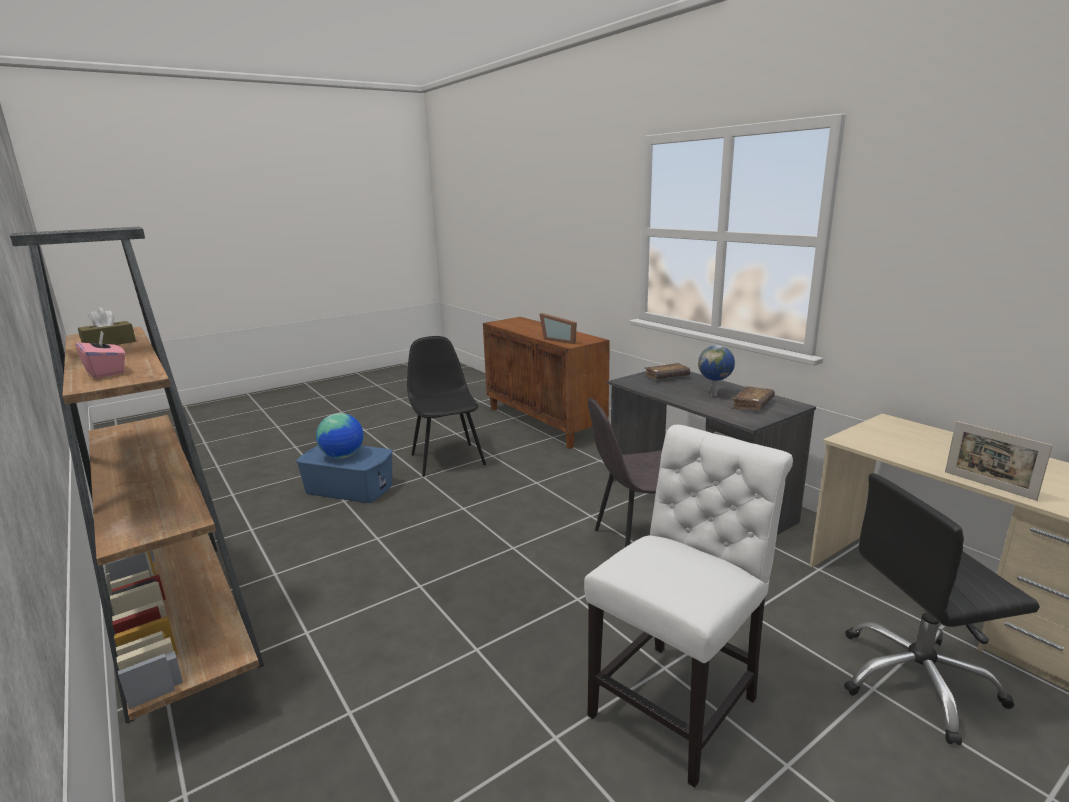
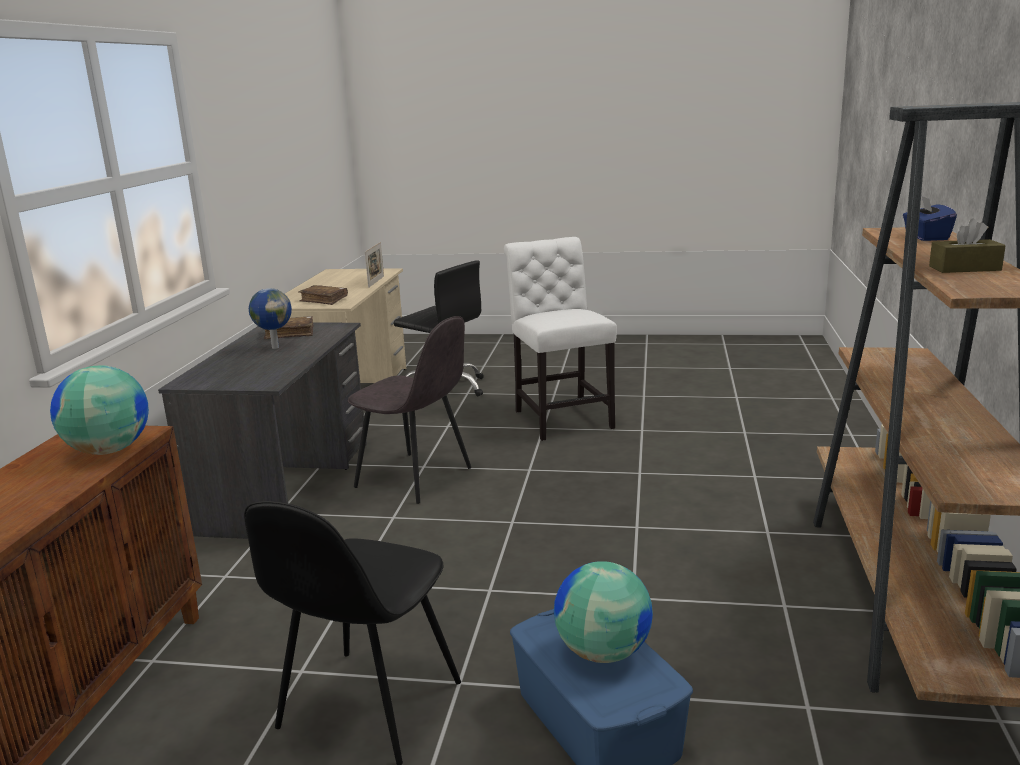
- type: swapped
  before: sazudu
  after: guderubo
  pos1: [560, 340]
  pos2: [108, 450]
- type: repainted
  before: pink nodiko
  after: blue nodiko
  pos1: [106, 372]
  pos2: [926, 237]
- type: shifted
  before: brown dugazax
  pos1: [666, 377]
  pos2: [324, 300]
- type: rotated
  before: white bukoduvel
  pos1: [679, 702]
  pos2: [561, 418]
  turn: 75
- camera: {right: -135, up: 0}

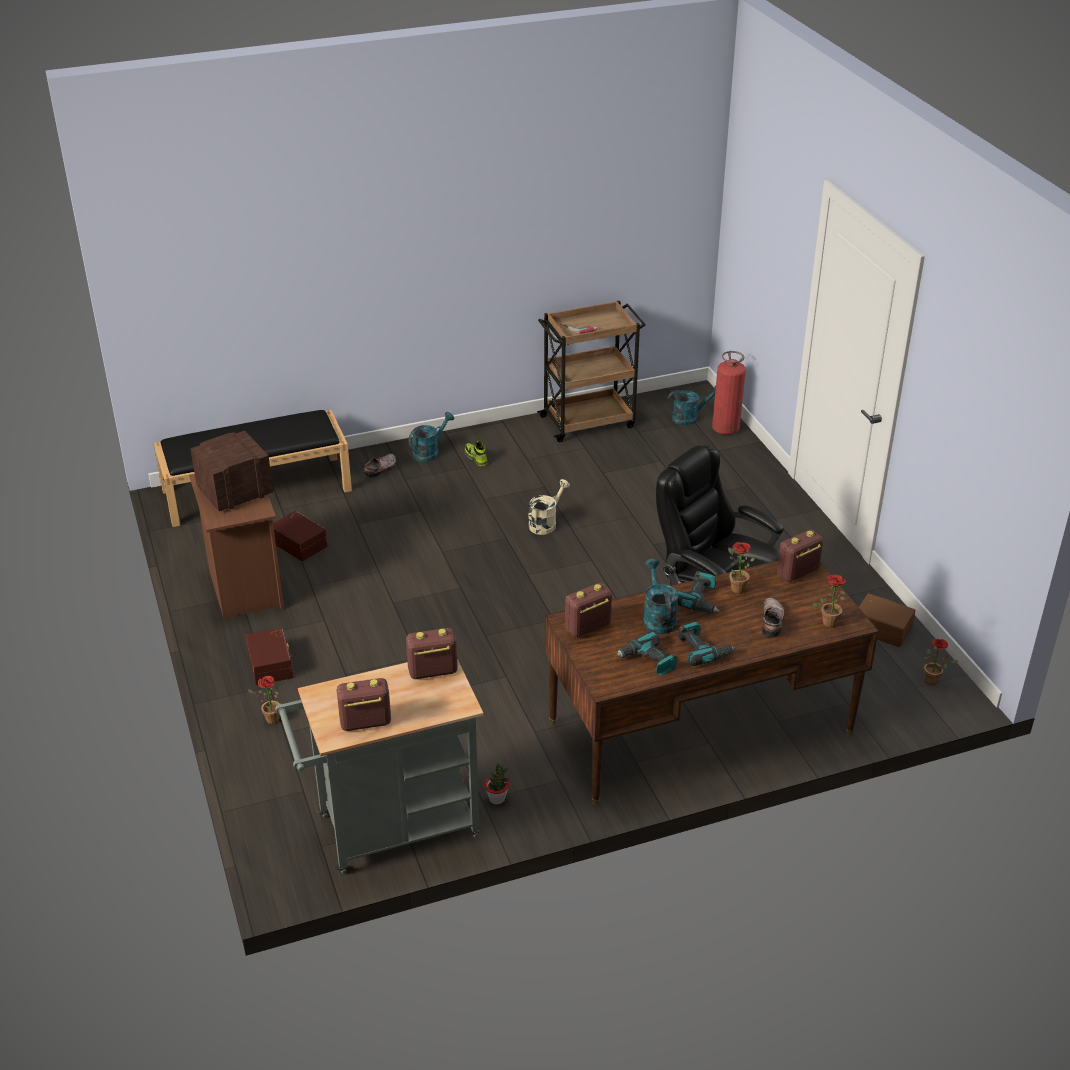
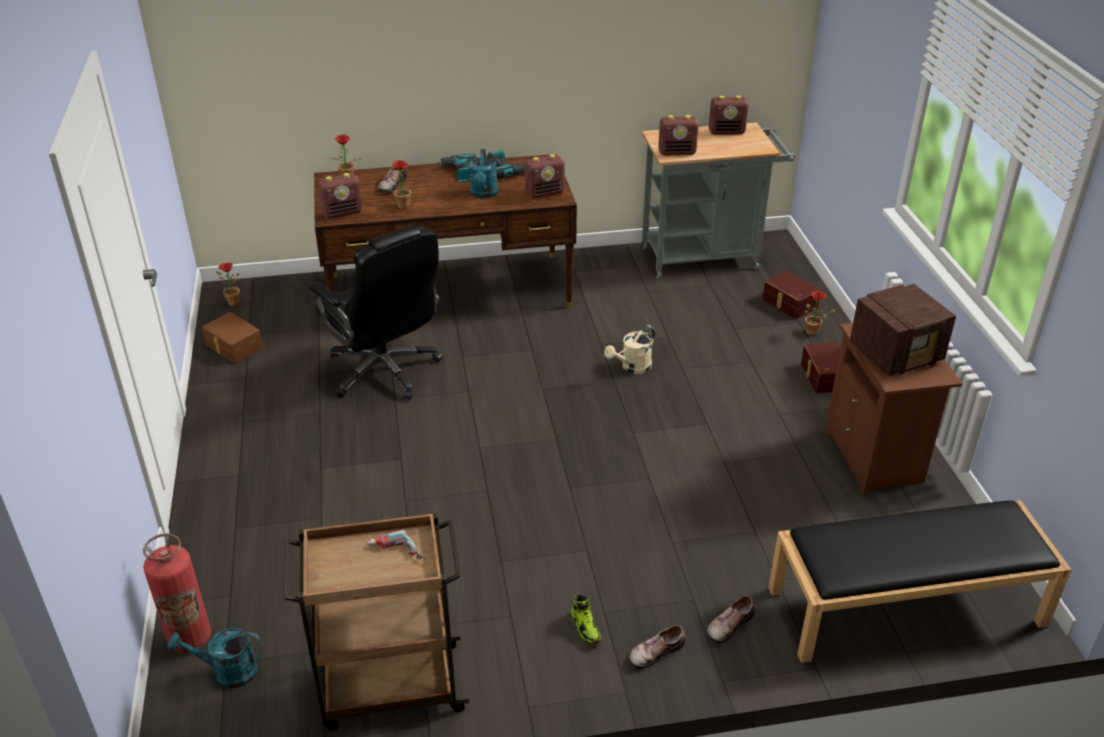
- type: swapped
  before: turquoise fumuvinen
  after: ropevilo
  pos1: [429, 452]
  pos2: [655, 651]
- type: shifted
  before: beige fumuvinen
  pos1: [545, 523]
  pos2: [632, 368]
- type: shifted
  before: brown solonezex
  pos1: [300, 543]
  pos2: [789, 304]
- type: gone
  before: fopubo
  pos1: [701, 600]
- type: gone
  before: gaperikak
  pos1: [497, 799]
- camera: {right: -170, up: 0}

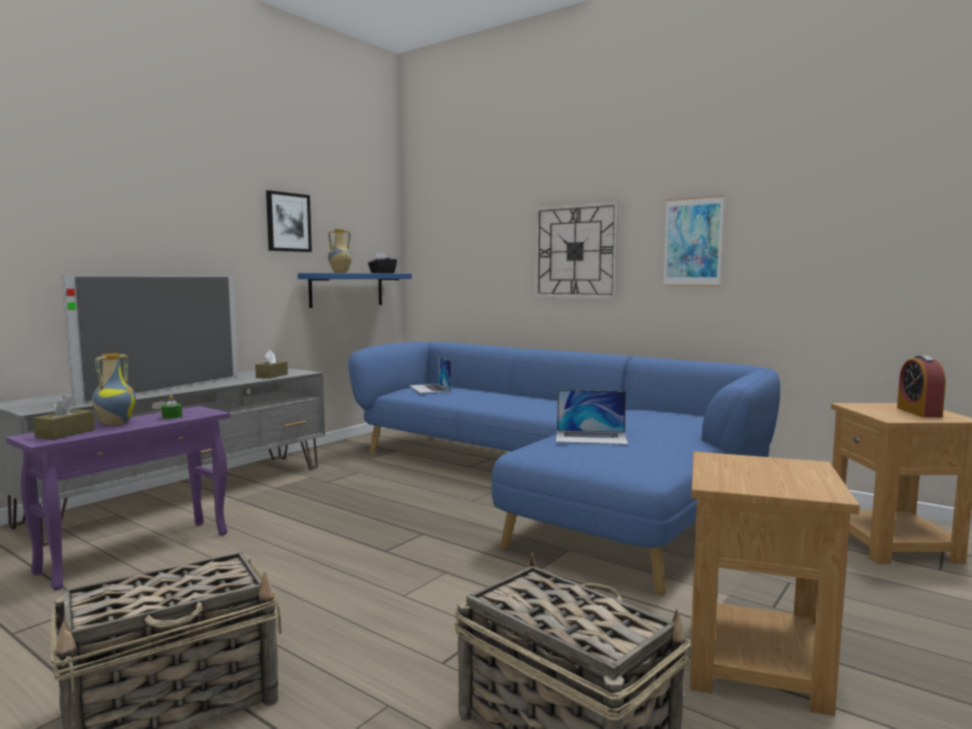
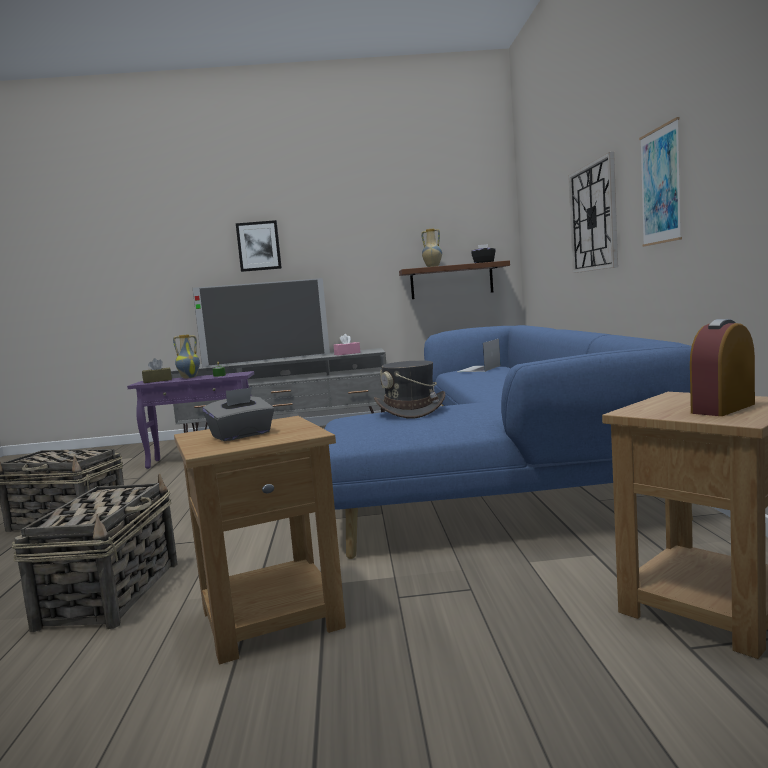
- type: shifted
  before: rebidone
  pos1: [288, 222]
  pos2: [259, 246]
- type: repainted
  before: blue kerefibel
  after: brown kerefibel
  pos1: [346, 289]
  pos2: [451, 281]
- type: repainted
  before: brown nodiko
  after: pink nodiko
  pos1: [272, 376]
  pos2: [347, 353]
- type: swapped
  before: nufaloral
  after: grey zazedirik
  pos1: [591, 437]
  pos2: [411, 411]
- type: new
  after: grey nodiko
  pos2: [242, 435]
- camera: {right: 50, up: 0}

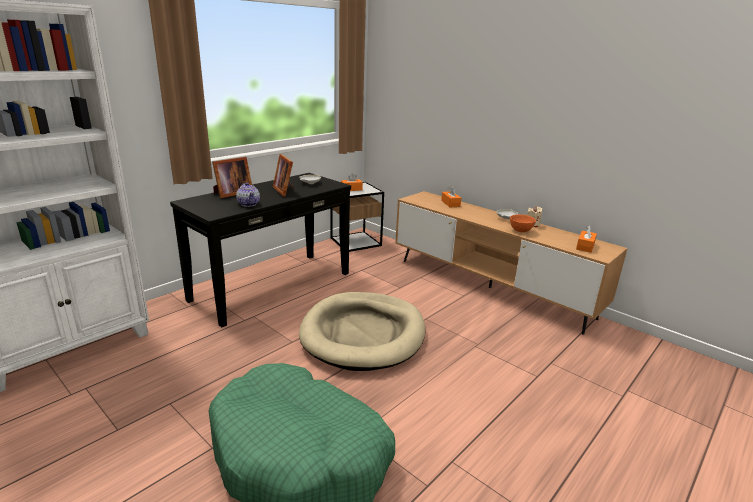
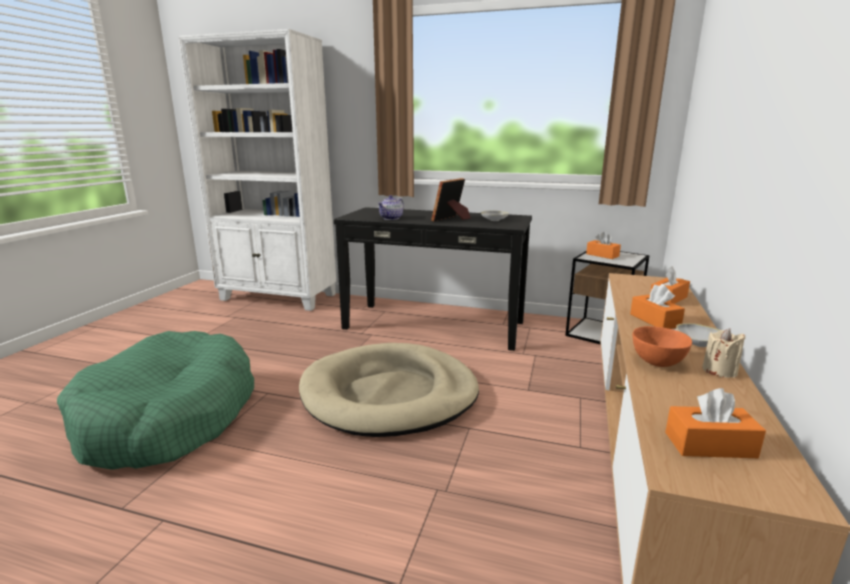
- type: gone
  before: sazudu
  pos1: [231, 193]
- type: new
  after: orange nodiko
  pos2: [655, 320]
- camera: {right: 65, up: -5}

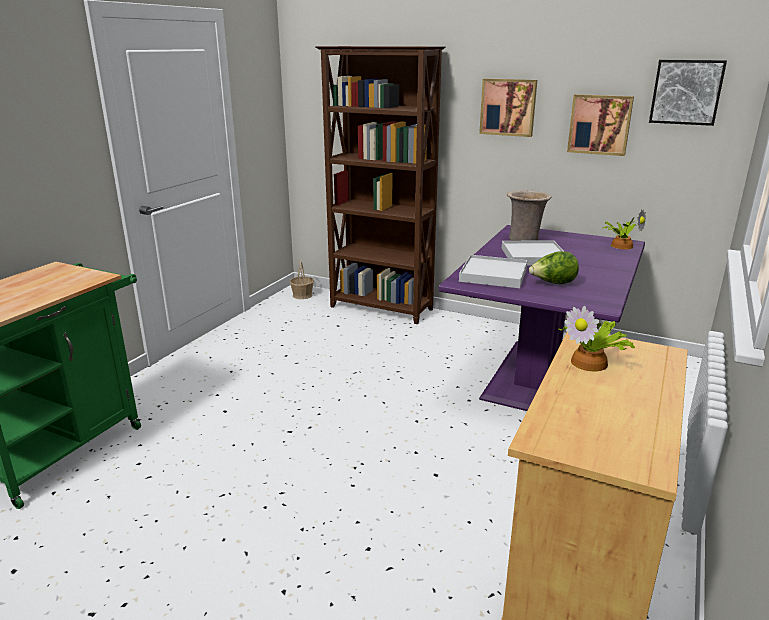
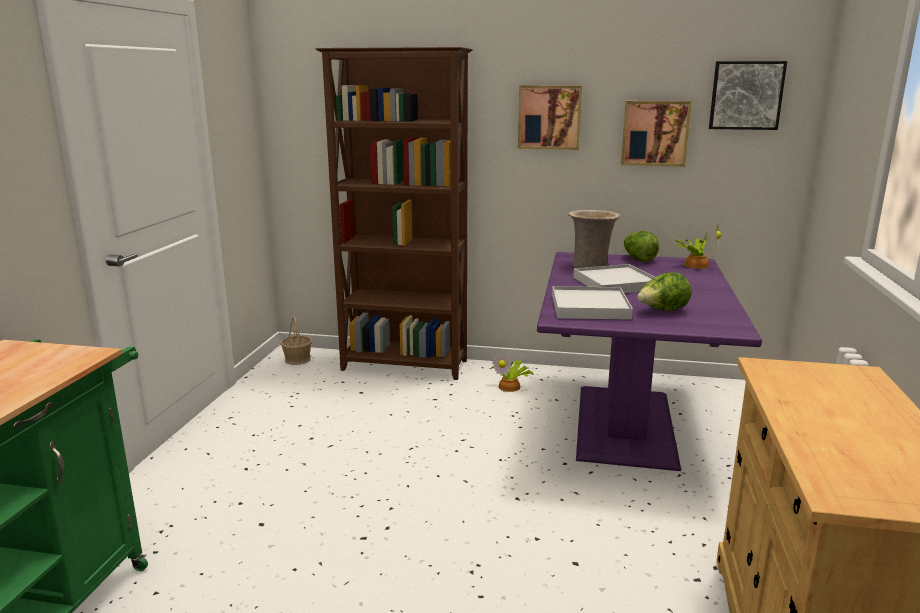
- type: shifted
  before: gaperikak
  pos1: [591, 362]
  pos2: [510, 386]
- type: new
  after: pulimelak
  pos2: [638, 260]
- camera: {right: -15, up: -5}

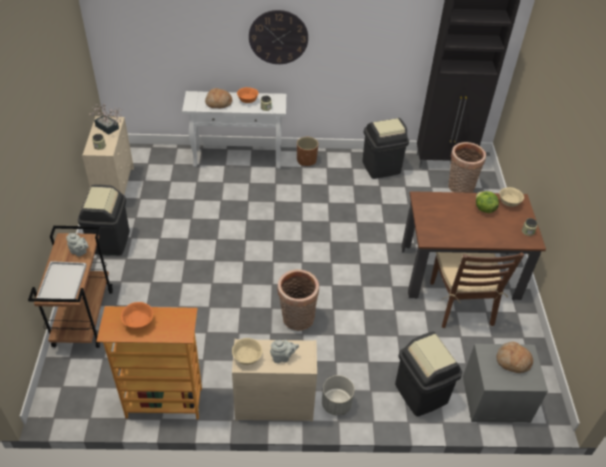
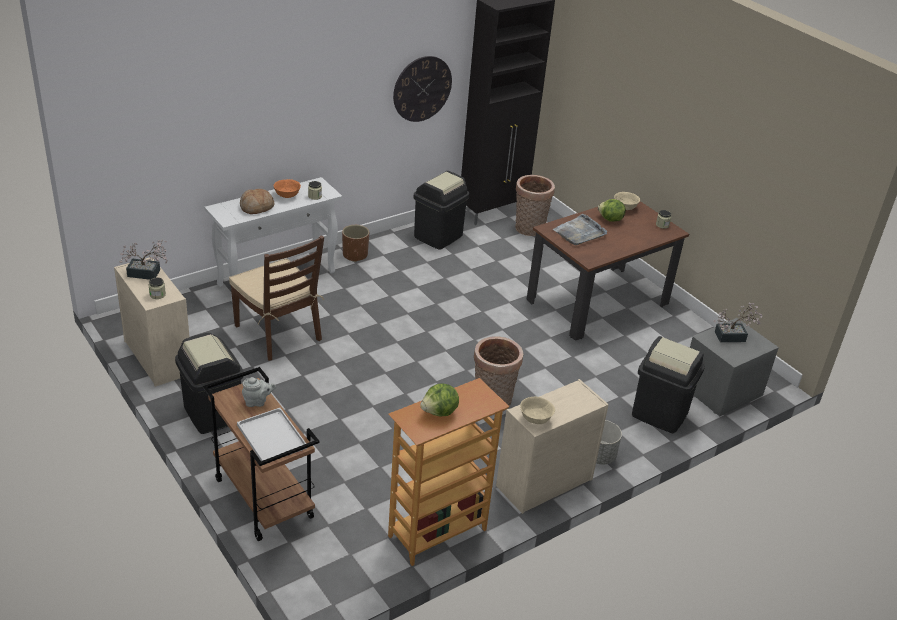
- type: shifted
  before: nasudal
  pos1: [278, 37]
  pos2: [422, 88]
- type: shifted
  before: brown bukoduvel
  pos1: [461, 304]
  pos2: [278, 333]
- type: swapped
  before: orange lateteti
  after: pulimelak
  pos1: [139, 323]
  pos2: [439, 412]
- type: gone
  before: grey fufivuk
  pos1: [282, 357]
- type: swapped
  before: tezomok
  after: gaperikak
  pos1: [513, 361]
  pos2: [733, 337]
- type: new
  after: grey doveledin
  pos2: [579, 232]
- camera: {right: -35, up: -10}

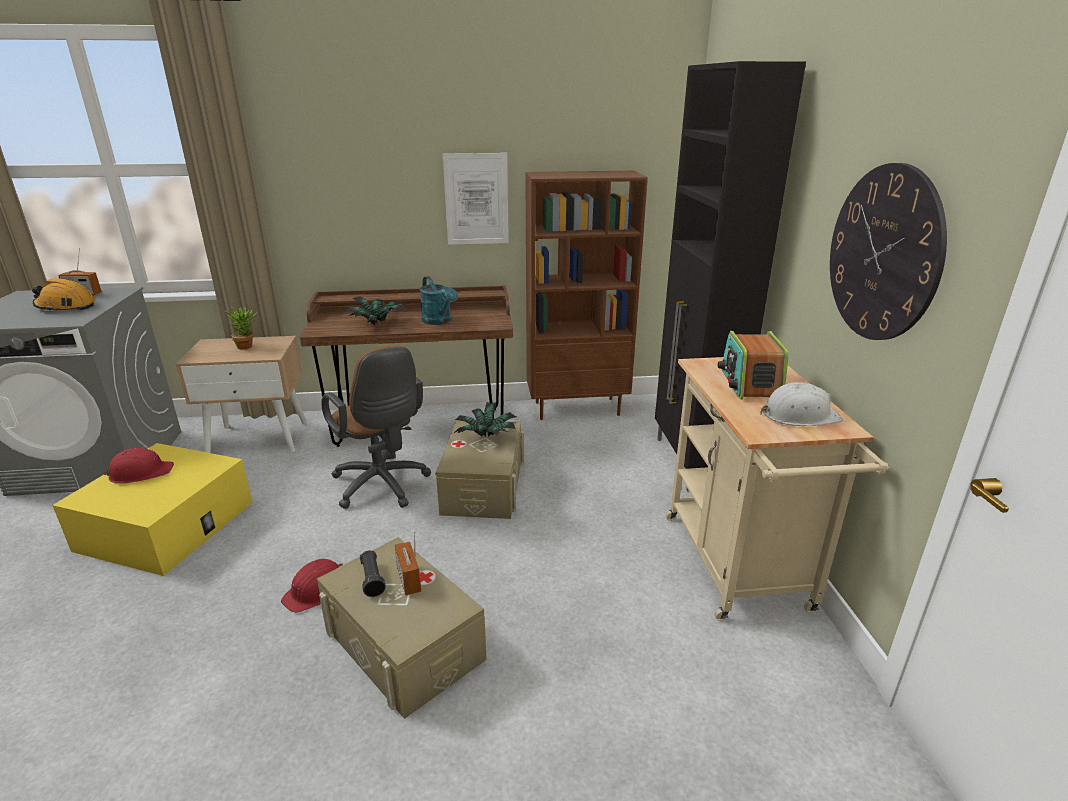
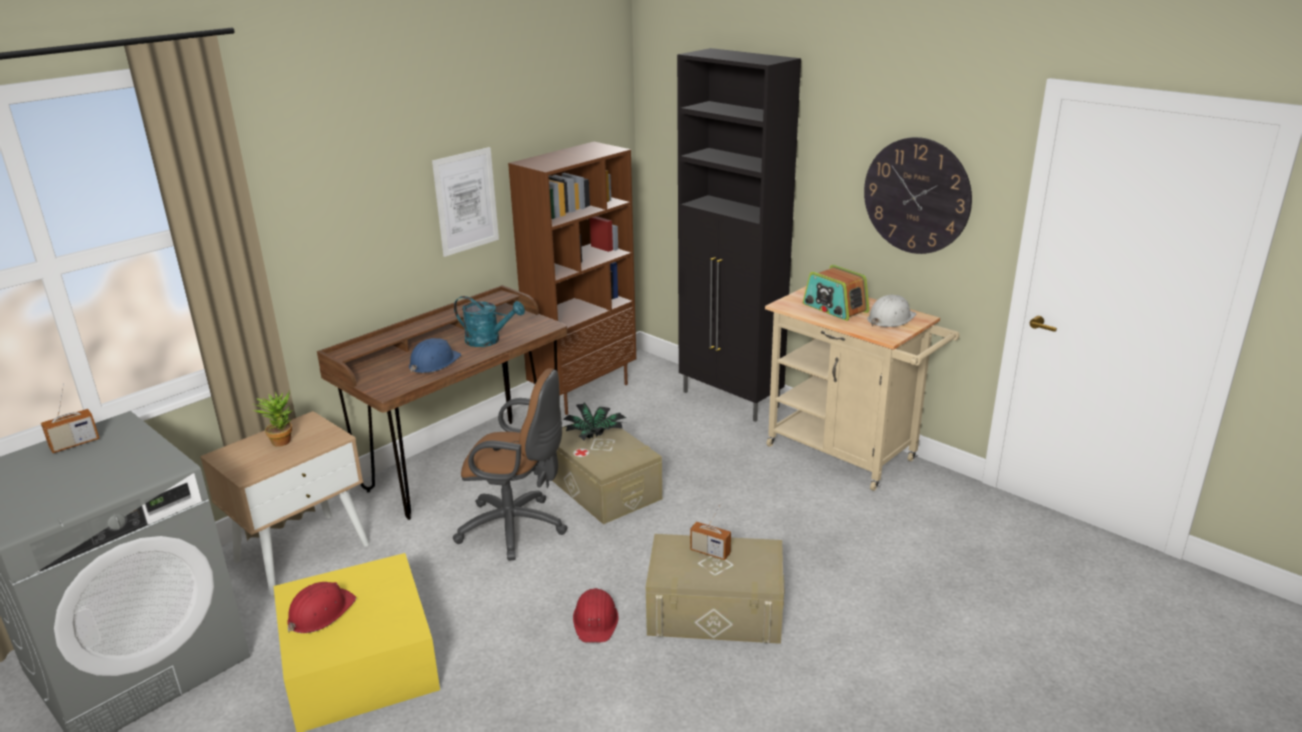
- type: gone
  before: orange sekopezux
  pos1: [65, 306]
- type: swapped
  before: gaperikak
  after: blue sekopezux
  pos1: [378, 324]
  pos2: [434, 363]
- type: gone
  before: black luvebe
  pos1: [372, 580]
- camera: {right: -40, up: 0}

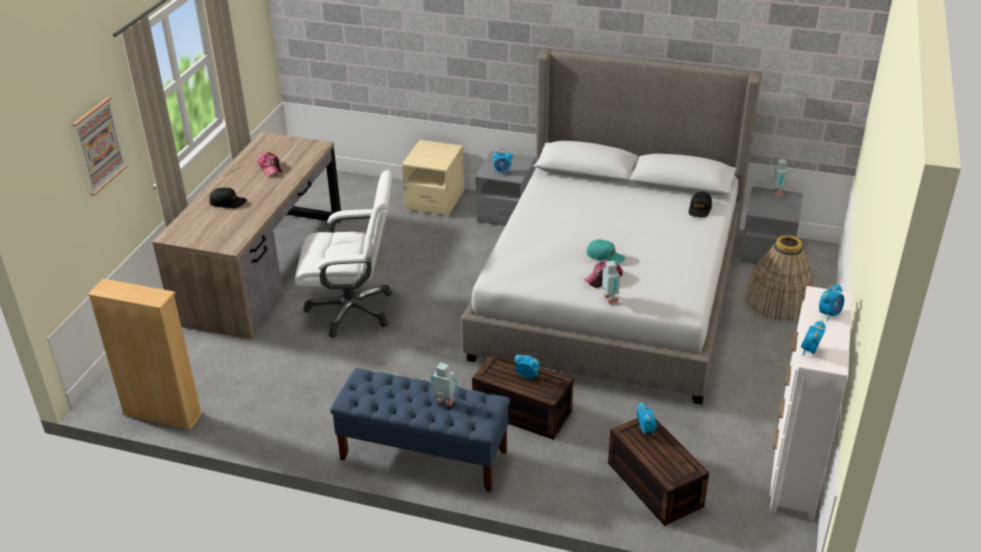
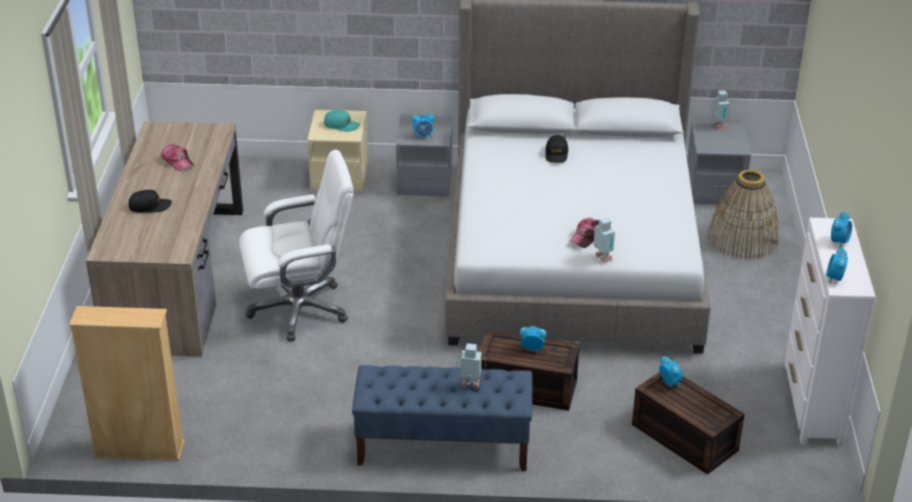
- type: gone
  before: rebidone
  pos1: [98, 145]
- type: shifted
  before: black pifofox
  pos1: [700, 209]
  pos2: [556, 154]
- type: shifted
  before: turquoise pifofox
  pos1: [605, 256]
  pos2: [341, 125]
- camera: {right: -15, up: 0}

